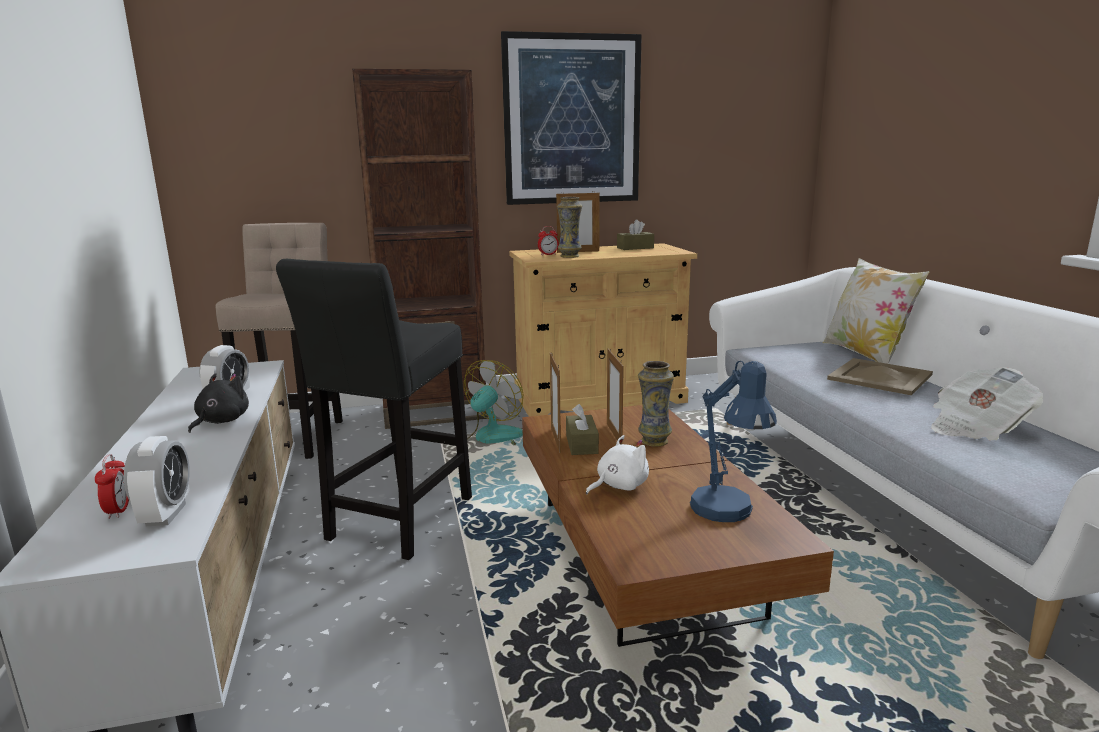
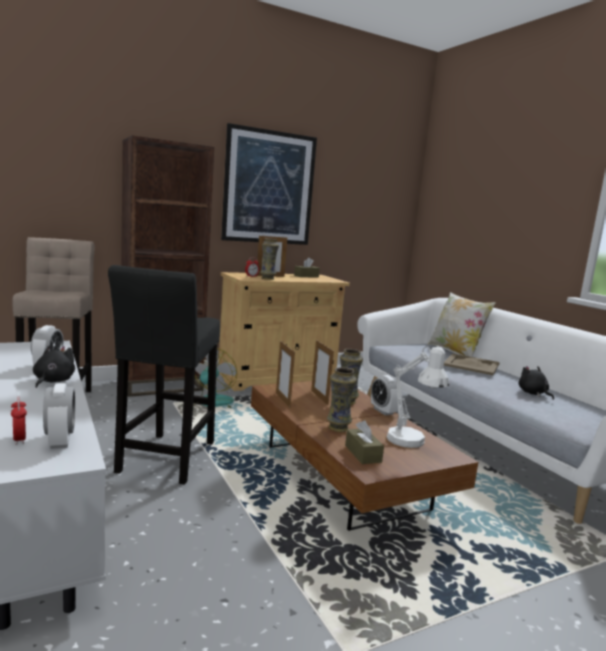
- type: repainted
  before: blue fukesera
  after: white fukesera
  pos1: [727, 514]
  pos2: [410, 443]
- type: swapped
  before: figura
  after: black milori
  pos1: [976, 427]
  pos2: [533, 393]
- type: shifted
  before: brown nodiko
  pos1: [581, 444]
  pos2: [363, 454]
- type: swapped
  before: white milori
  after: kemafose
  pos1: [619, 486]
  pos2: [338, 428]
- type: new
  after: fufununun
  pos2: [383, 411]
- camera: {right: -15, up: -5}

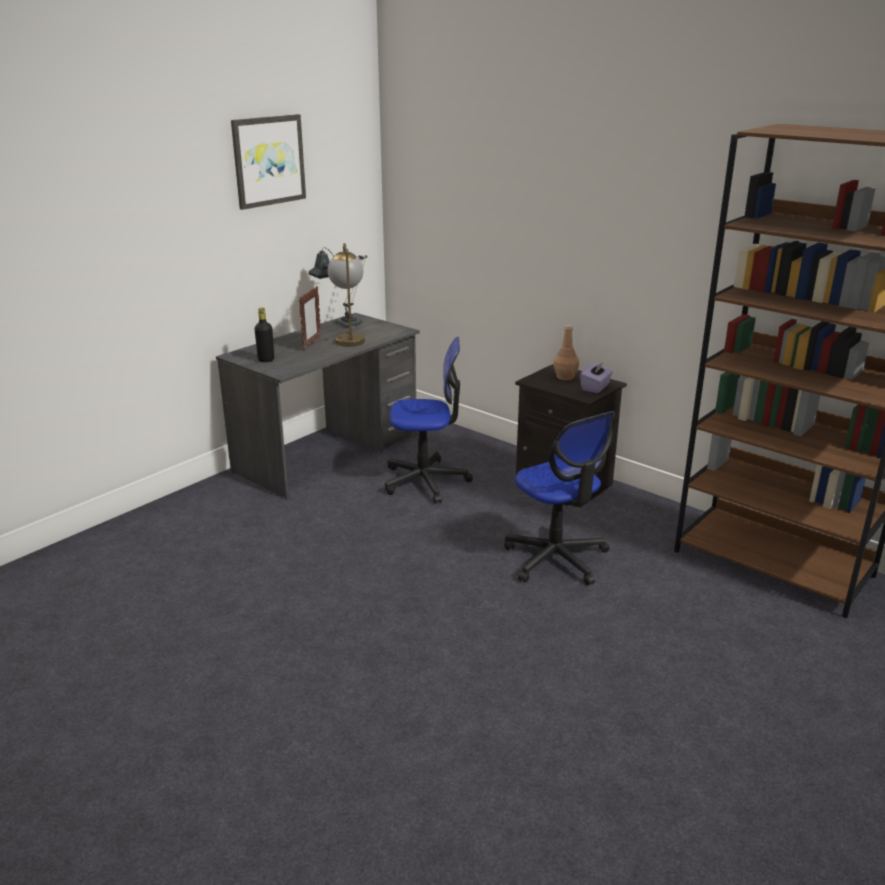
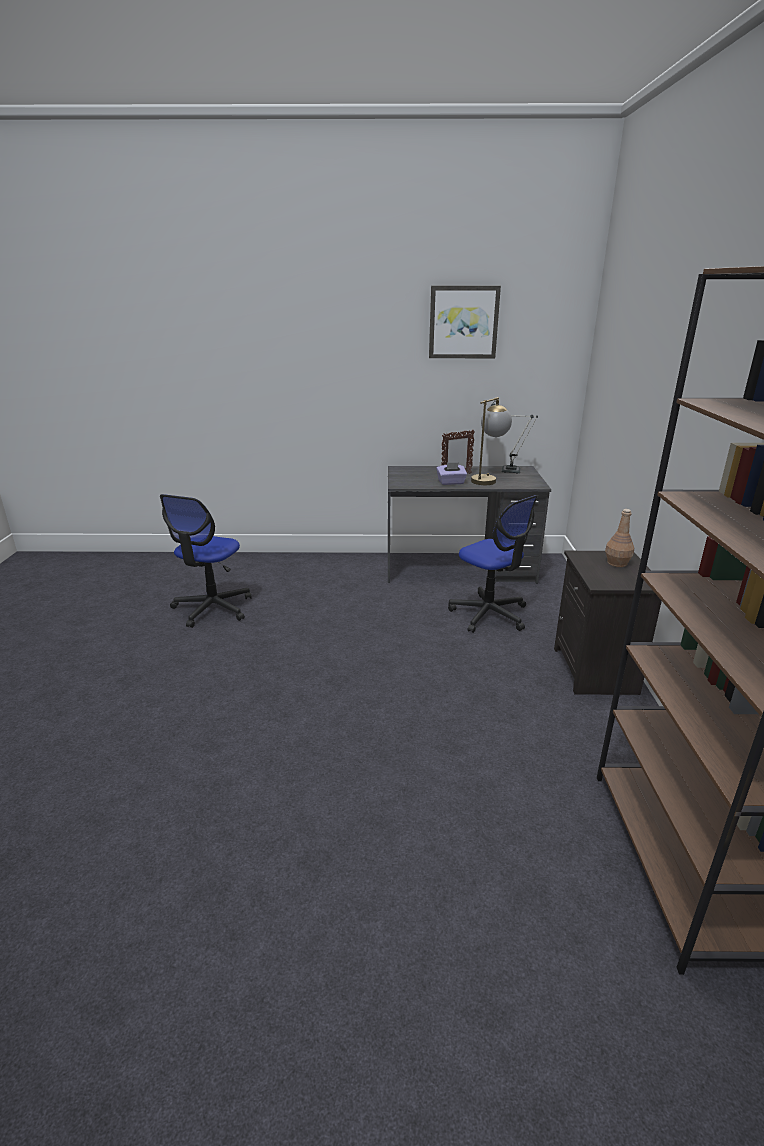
- type: gone
  before: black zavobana
  pos1: [266, 360]
- type: shifted
  before: purple nodiko
  pos1: [595, 387]
  pos2: [451, 482]
- type: shifted
  before: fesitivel
  pos1: [556, 558]
  pos2: [212, 608]
- camera: {right: 50, up: 0}

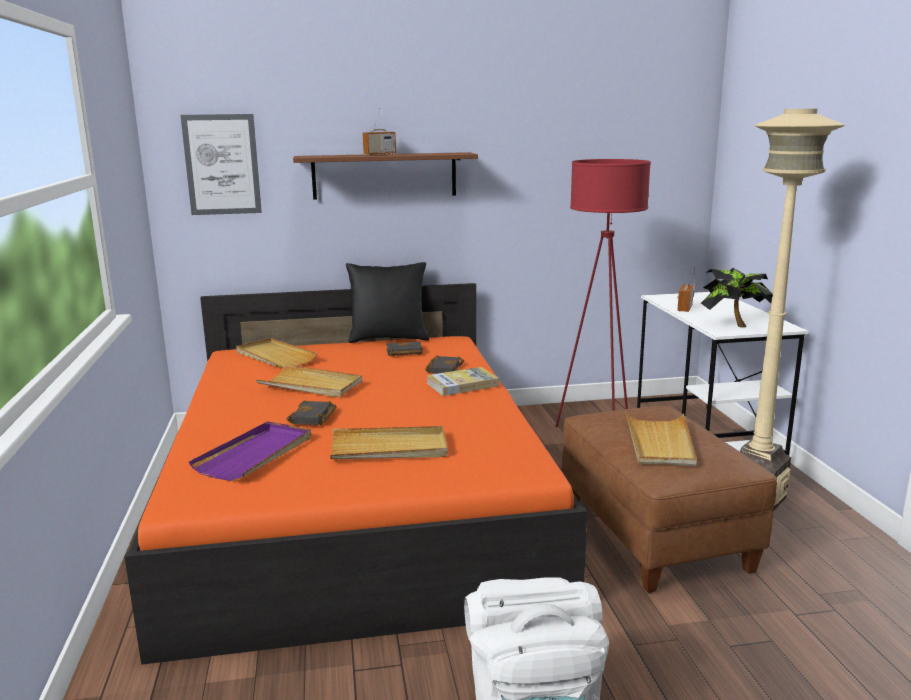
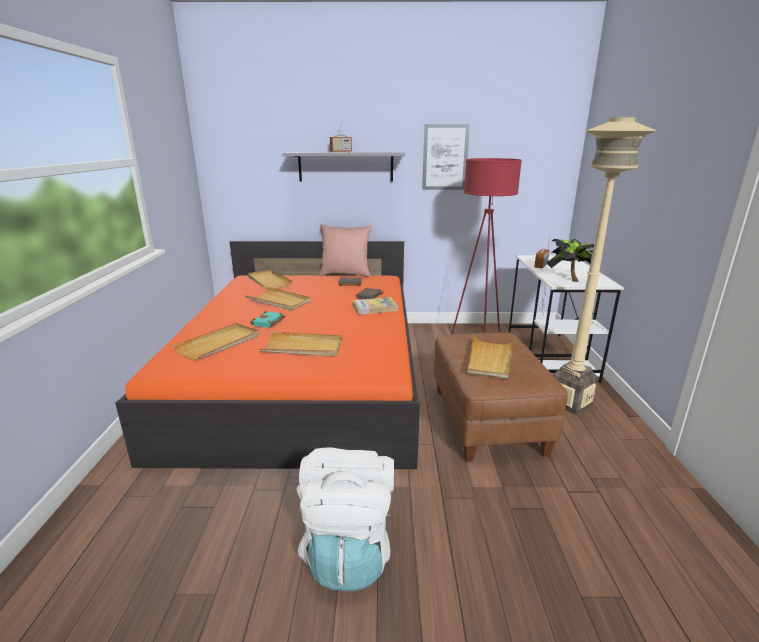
- type: shifted
  before: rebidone
  pos1: [222, 164]
  pos2: [445, 157]
- type: repainted
  before: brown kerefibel
  after: grey kerefibel
  pos1: [384, 175]
  pos2: [345, 167]
- type: repainted
  before: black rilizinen
  after: pink rilizinen
  pos1: [388, 338]
  pos2: [345, 274]
- type: repainted
  before: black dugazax
  after: turquoise dugazax
  pos1: [313, 417]
  pos2: [268, 322]
- type: repainted
  before: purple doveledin
  after: beige doveledin
  pos1: [255, 454]
  pos2: [219, 344]
- camera: {right: 10, up: 5}

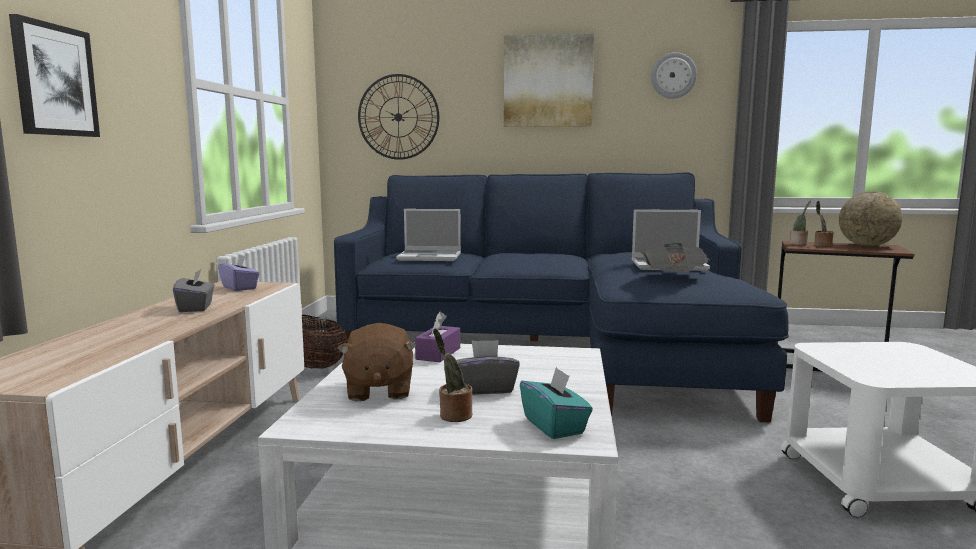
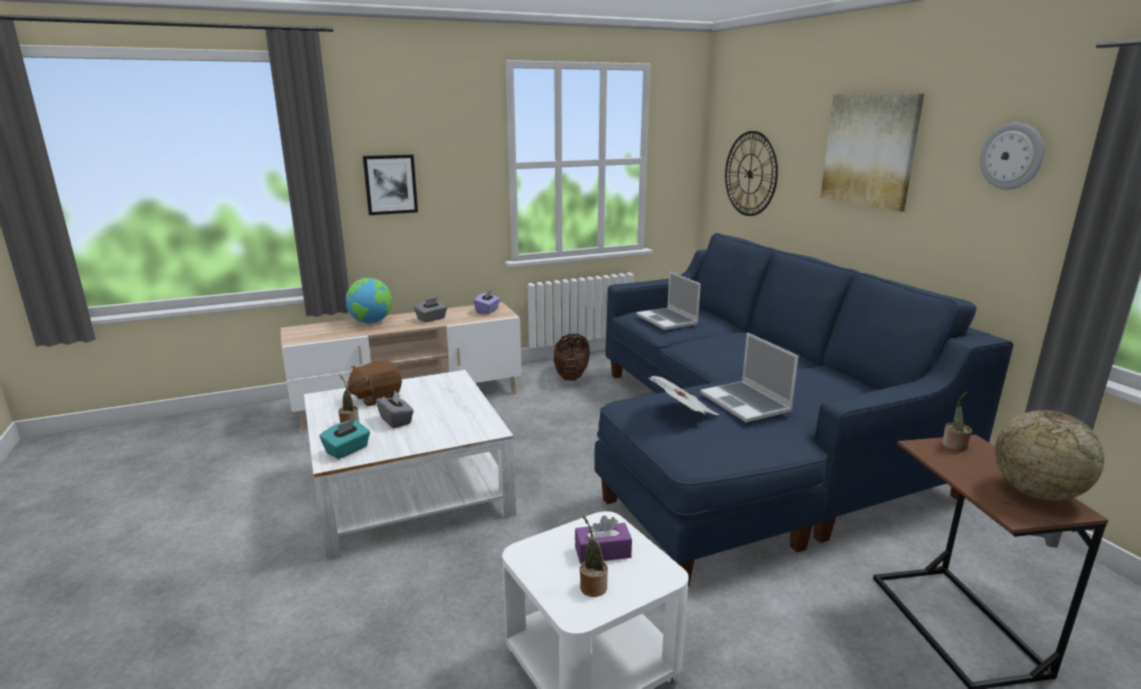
- type: shifted
  before: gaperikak
  pos1: [821, 245]
  pos2: [592, 586]
- type: shifted
  before: purple nodiko
  pos1: [438, 353]
  pos2: [602, 552]
- type: new
  after: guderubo
  pos2: [371, 322]
- camera: {right: 60, up: 10}

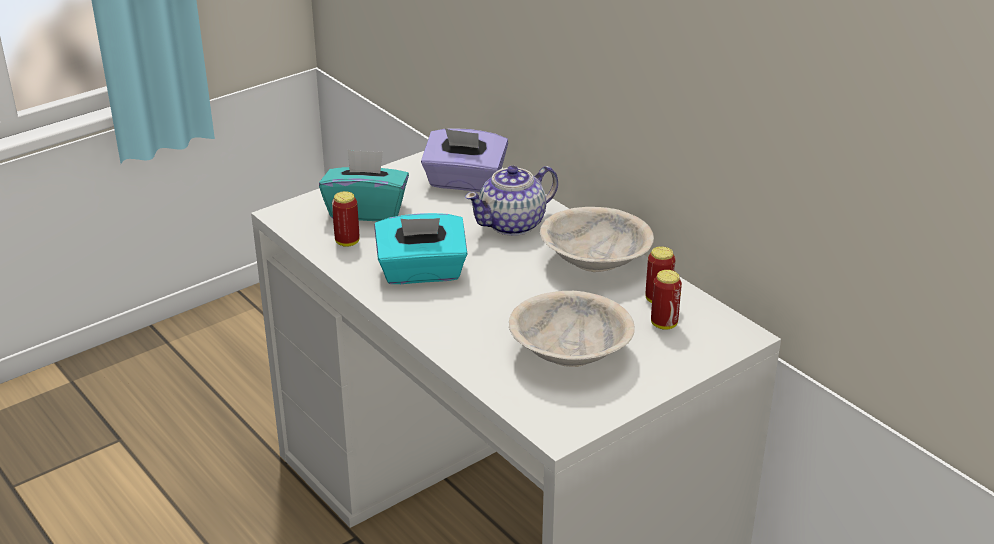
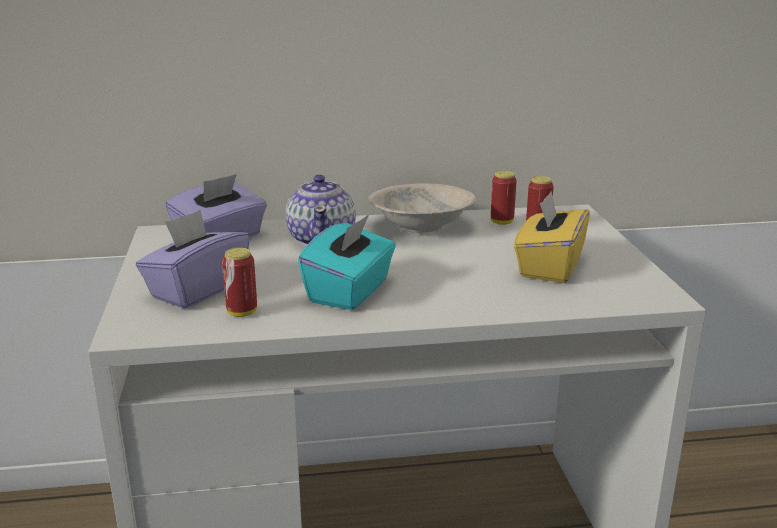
- type: repainted
  before: turquoise nodiko
  after: purple nodiko
  pos1: [366, 211]
  pos2: [197, 290]
- type: swapped
  before: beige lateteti
  after: yellow nodiko
  pos1: [569, 353]
  pos2: [549, 267]
- camera: {right: -60, up: -10}

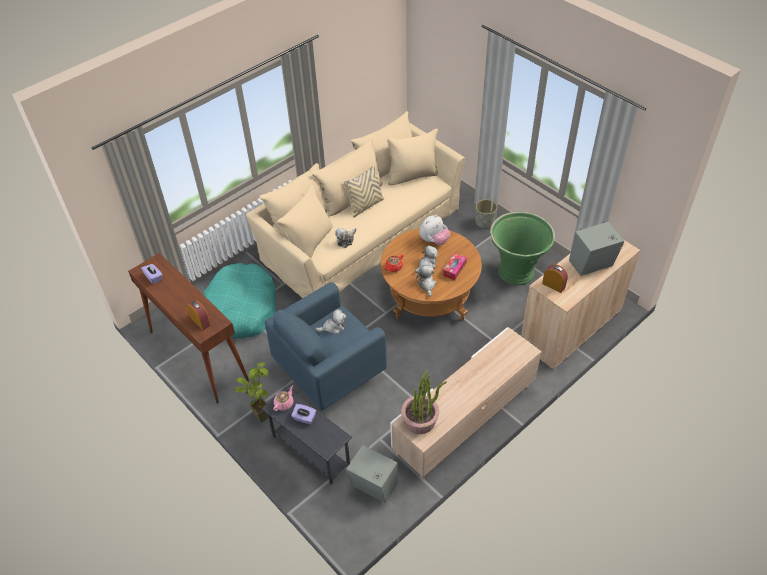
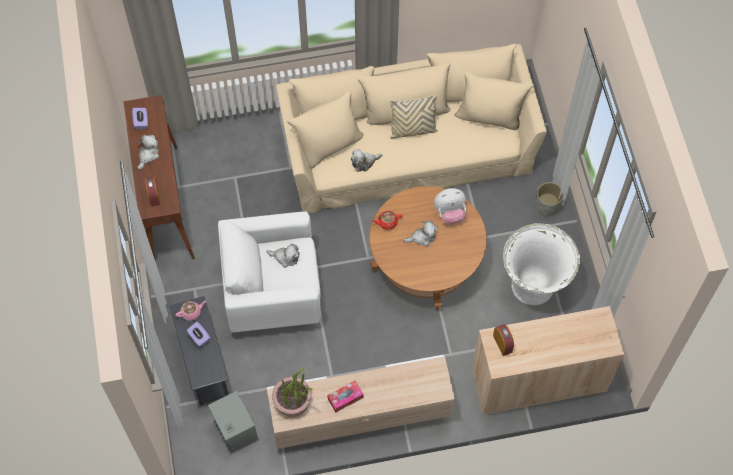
- type: repainted
  before: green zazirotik
  after: white zazirotik
  pos1: [516, 272]
  pos2: [533, 286]
- type: gone
  before: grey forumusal
  pos1: [592, 264]
- type: shifted
  before: nodiko
  pos1: [454, 269]
  pos2: [345, 398]
- type: gone
  before: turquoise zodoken
  pos1: [242, 308]
- type: shifted
  before: milori
  pos1: [427, 285]
  pos2: [148, 155]
- type: repainted
  before: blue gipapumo
  after: white gipapumo
  pos1: [330, 371]
  pos2: [273, 291]
- type: gone
  before: gaperikak
  pos1: [261, 412]
- camera: {right: 30, up: 15}

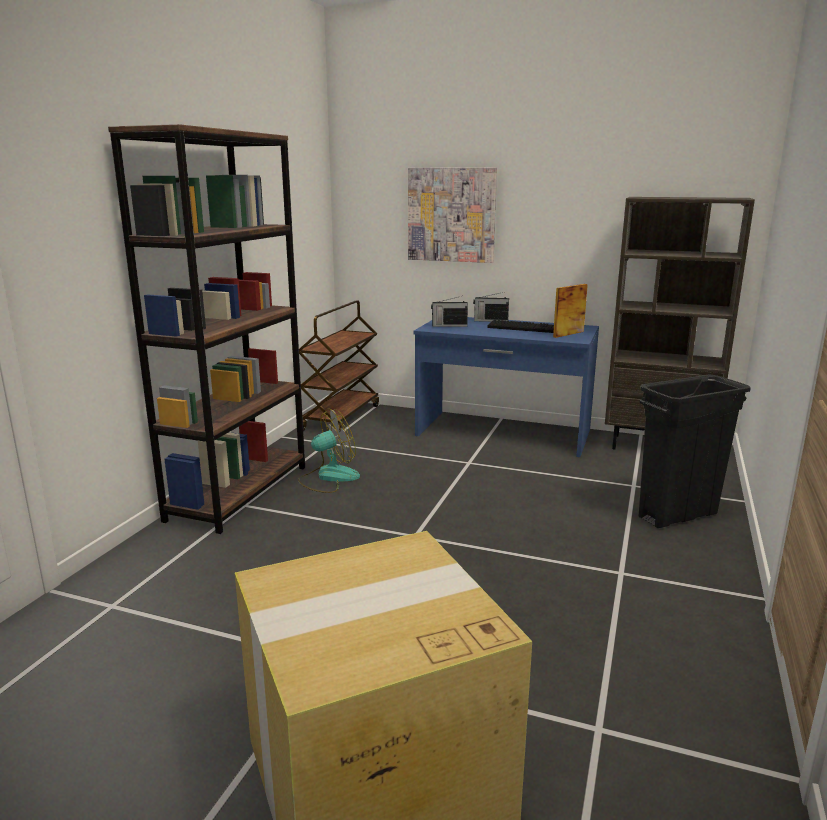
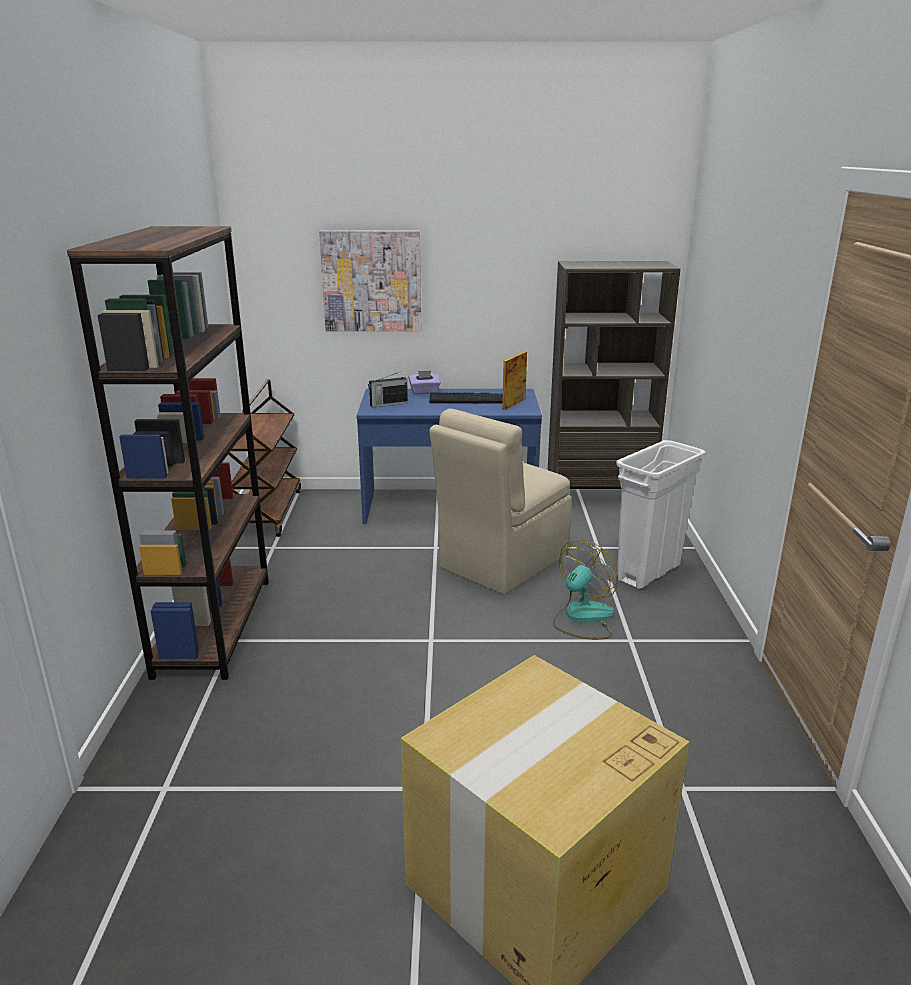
- type: swapped
  before: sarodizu
  after: purple nodiko
  pos1: [490, 320]
  pos2: [424, 392]
- type: repainted
  before: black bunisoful
  after: white bunisoful
  pos1: [677, 516]
  pos2: [648, 573]
- type: shifted
  before: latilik
  pos1: [328, 477]
  pos2: [582, 618]
- type: new
  after: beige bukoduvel
  pos2: [501, 563]
- camera: {right: -20, up: 5}

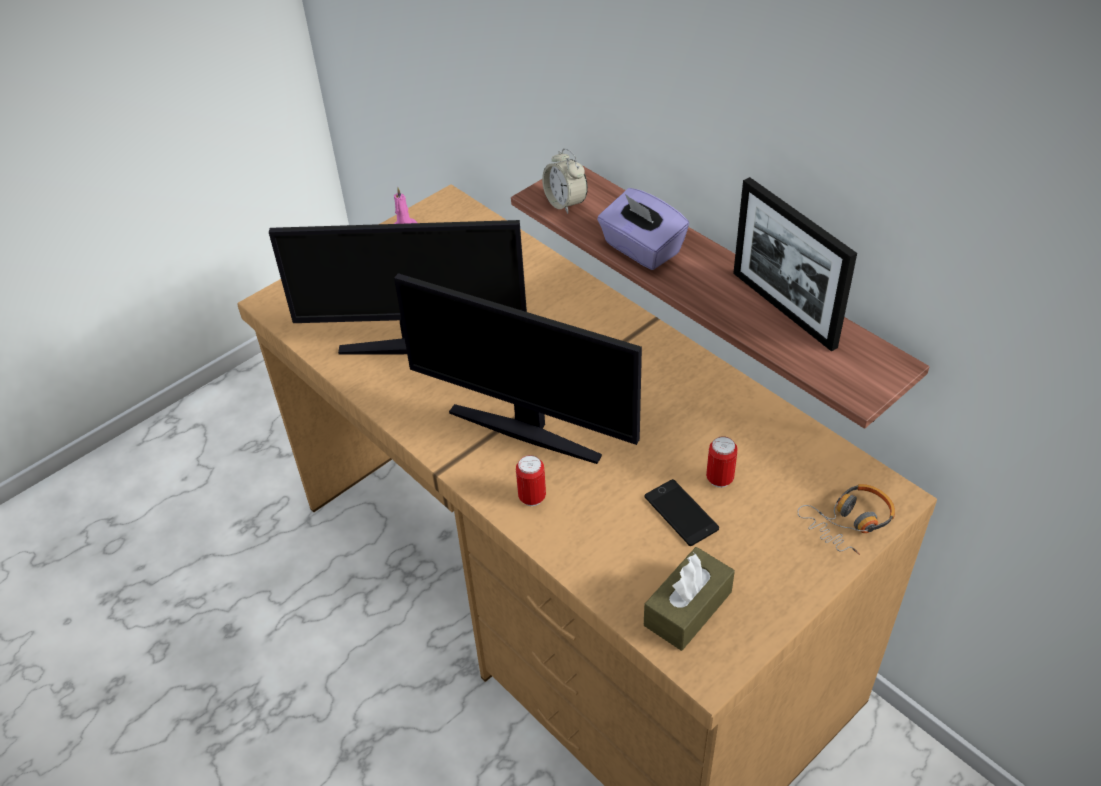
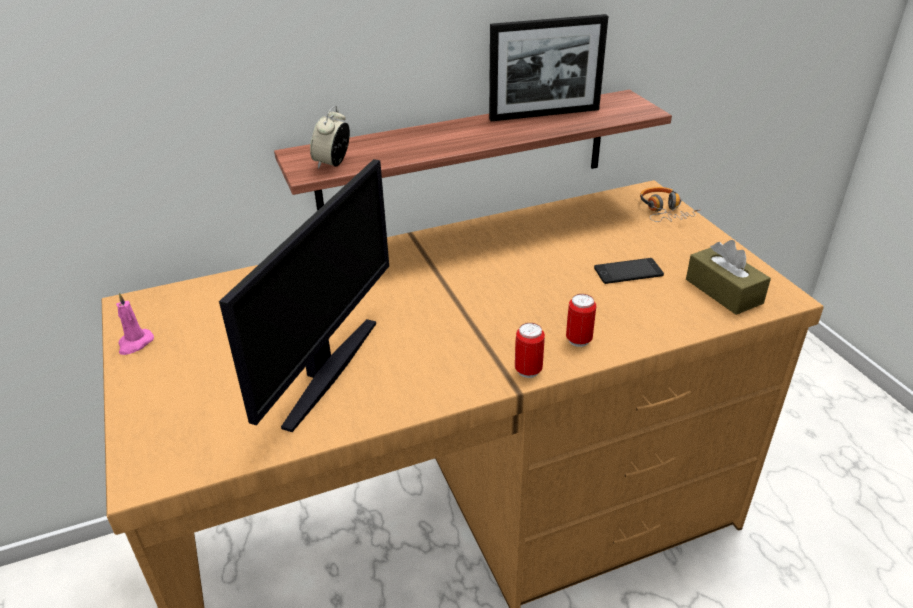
- type: rotated
  before: fufununun
  pos1: [565, 203]
  pos2: [333, 163]
  turn: 120
- type: gone
  before: purple nodiko
  pos1: [641, 249]
- type: gone
  before: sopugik
  pos1: [526, 430]
- type: shifted
  before: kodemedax
  pos1: [719, 479]
  pos2: [528, 370]
- camera: {right: -70, up: -10}

